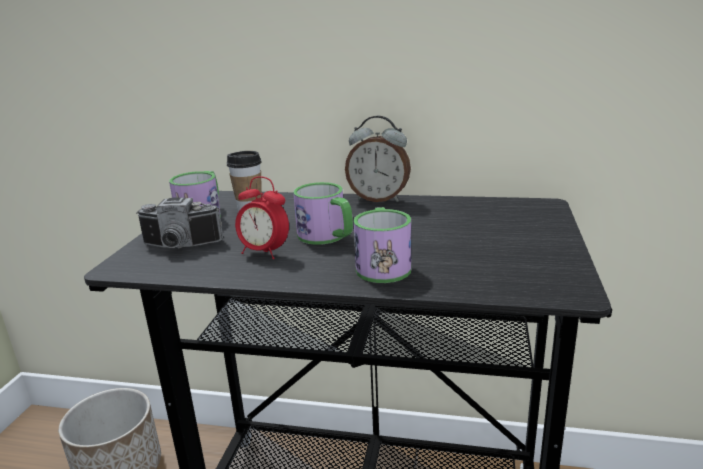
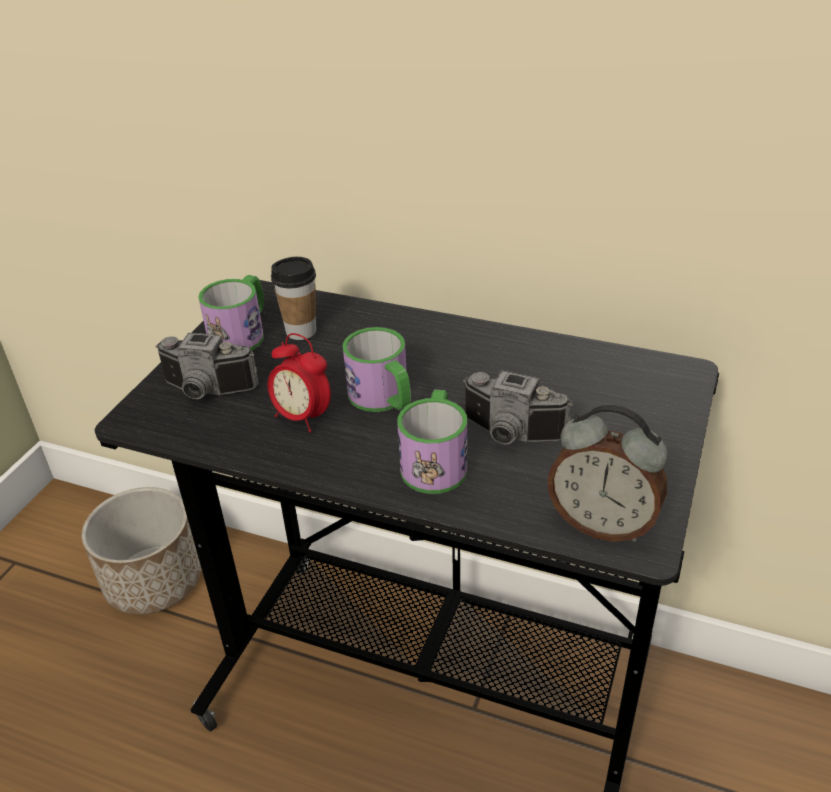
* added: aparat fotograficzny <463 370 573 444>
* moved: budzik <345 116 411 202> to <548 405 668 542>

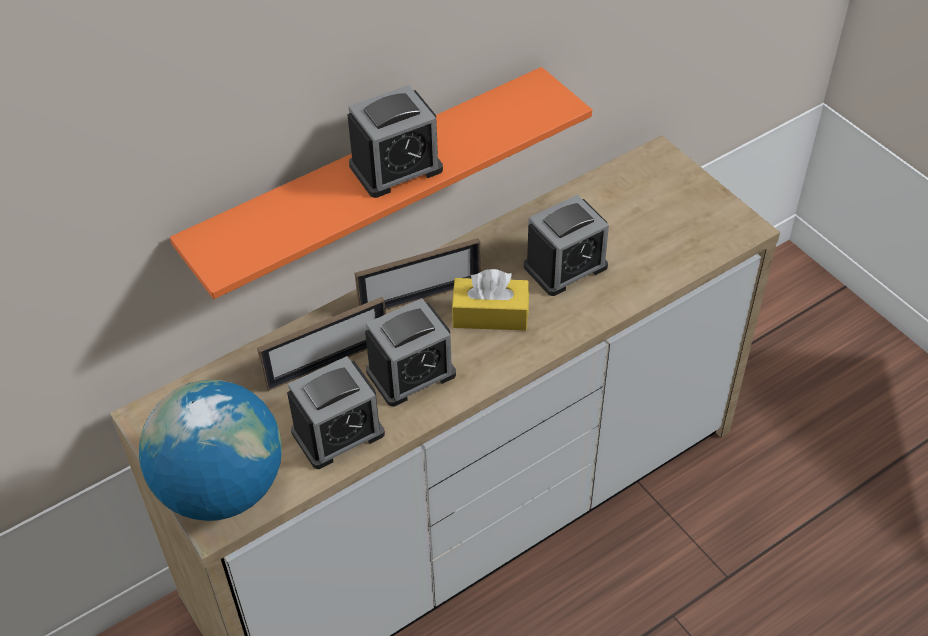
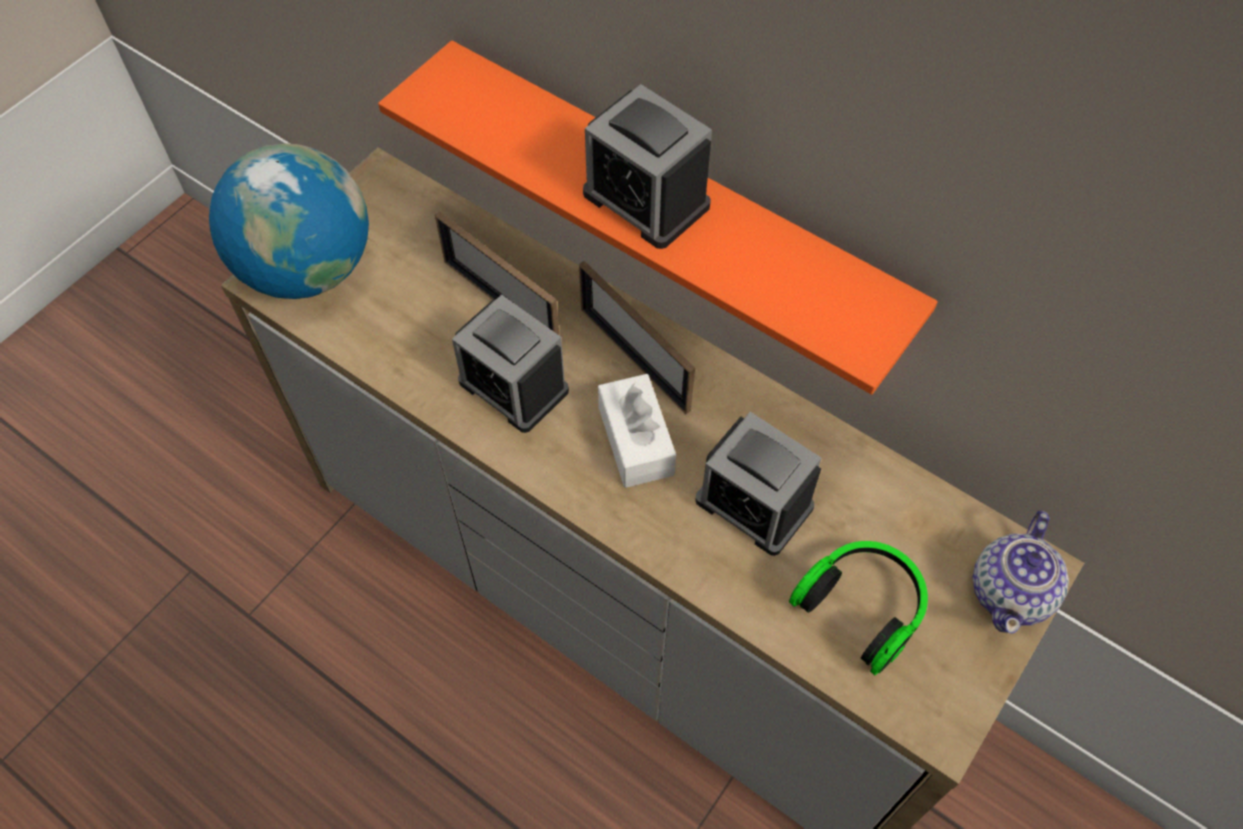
* removed: budzik <287 356 385 469>
* added: słuchawki <789 541 928 675>
* added: imbryk <972 511 1069 634>
* recoloured: pudełko chusteczek (żółty) <452 269 529 330> to pudełko chusteczek (biały) <598 374 676 488>

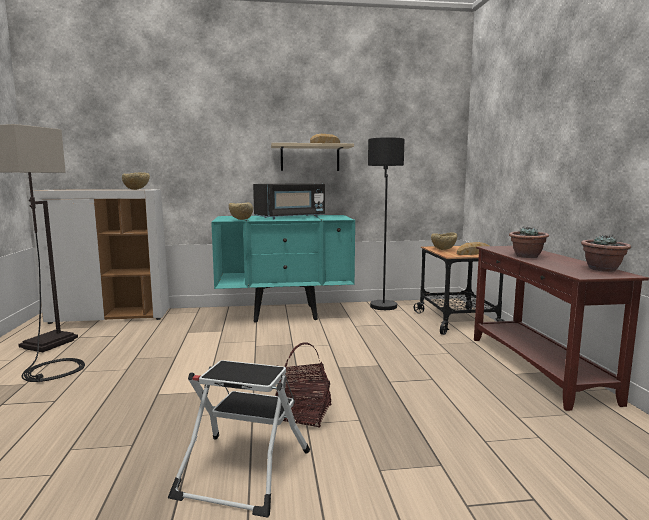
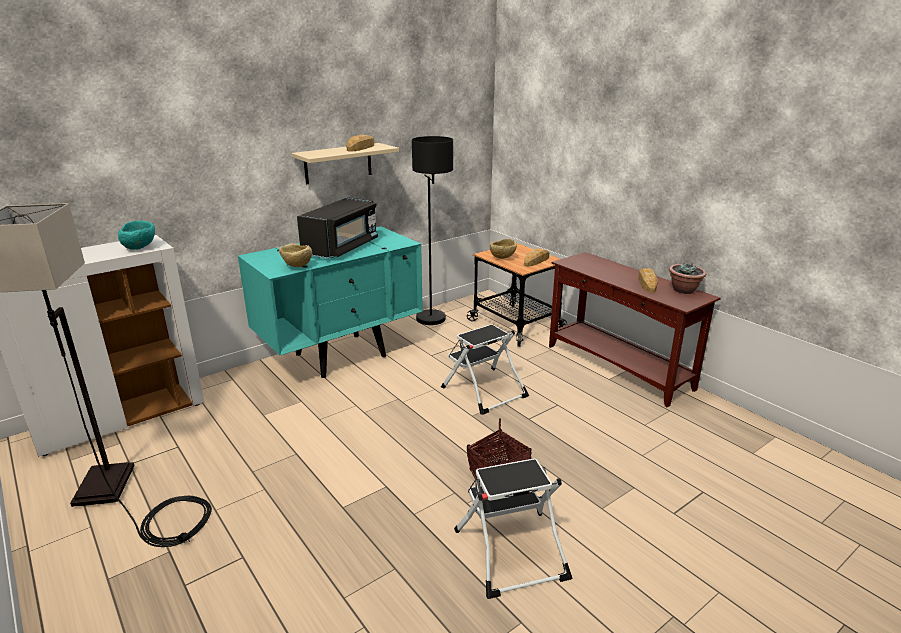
* removed: roślina doniczkowa <509 227 549 258>
* added: drabinka <441 324 529 415>
* added: chleb <638 268 658 293>
* recoloured: miska (beżowy) <122 172 150 190> to miska (turkusowy) <118 221 155 250>

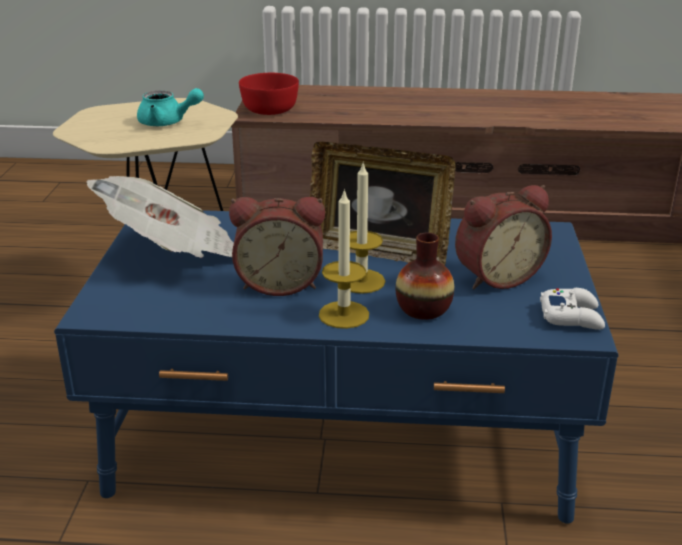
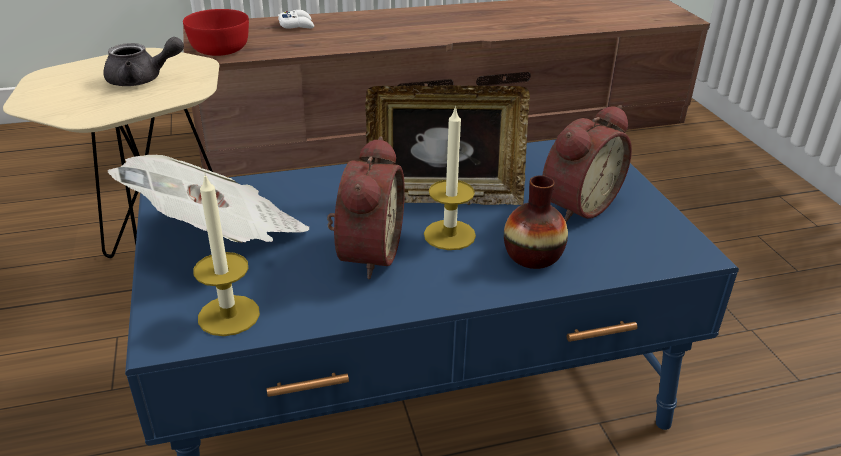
* moved: świeca <319 188 369 329> to <193 175 260 336>
* moved: pad do gier (biały) <540 288 605 330> to <278 10 314 28>
* recoloured: imbryk (turkusowy) <137 88 204 126> to imbryk (szary) <103 37 184 86>
* turned: budzik <229 197 325 296> = <327 136 405 279> 60 degrees counterclockwise

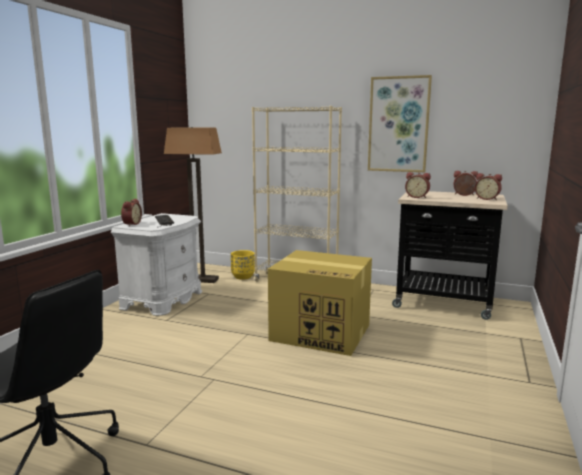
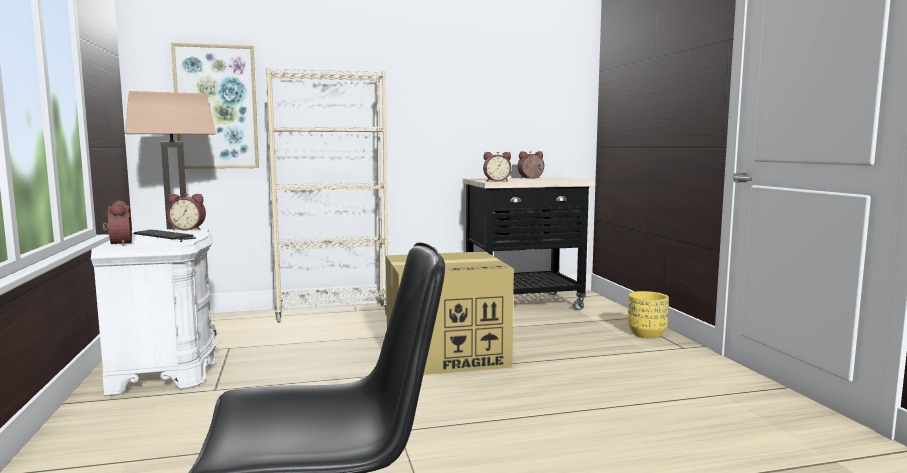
* moved: donica (żółty) <231 250 255 280> to <628 291 669 339>
* moved: obraz <368 75 432 172> to <171 43 259 169>
* moved: budzik <475 173 502 200> to <167 194 206 231>

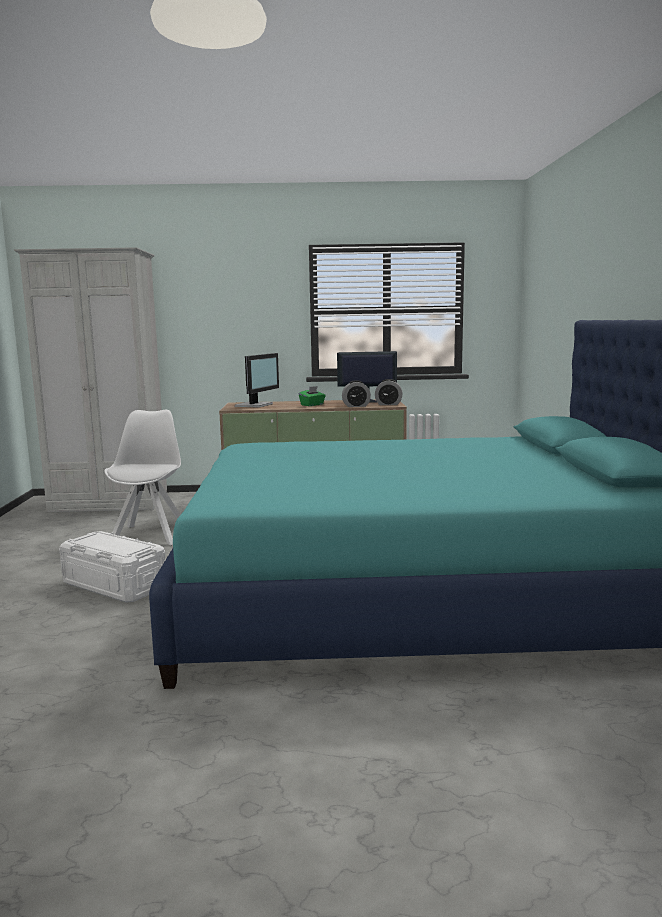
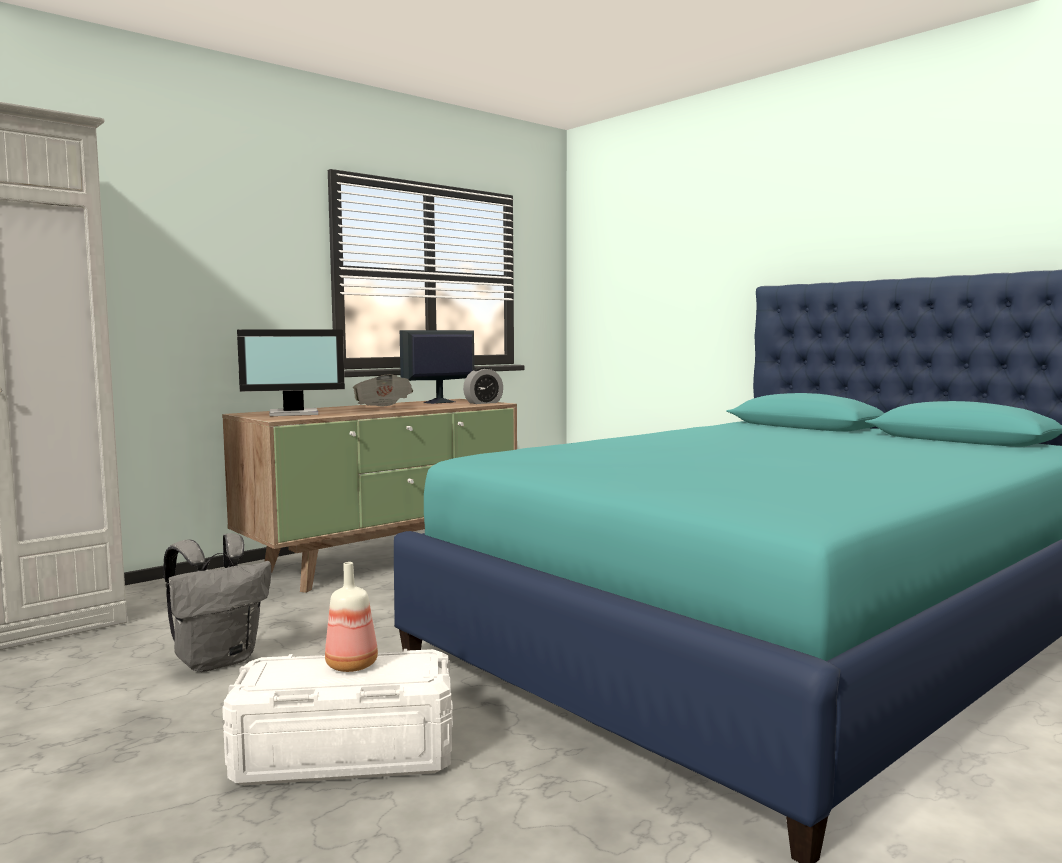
* removed: budzik <342 380 371 407>
* added: butelka <325 562 378 672>
* replaced: krzesło (biały) <104 410 181 545> to plecak (szary) <163 533 271 672>
* replaced: pudełko chusteczek (zielony) <299 386 326 406> to gazeta <353 374 413 406>
* turned: monitor <235 353 279 408> = <237 329 345 416> 90 degrees clockwise

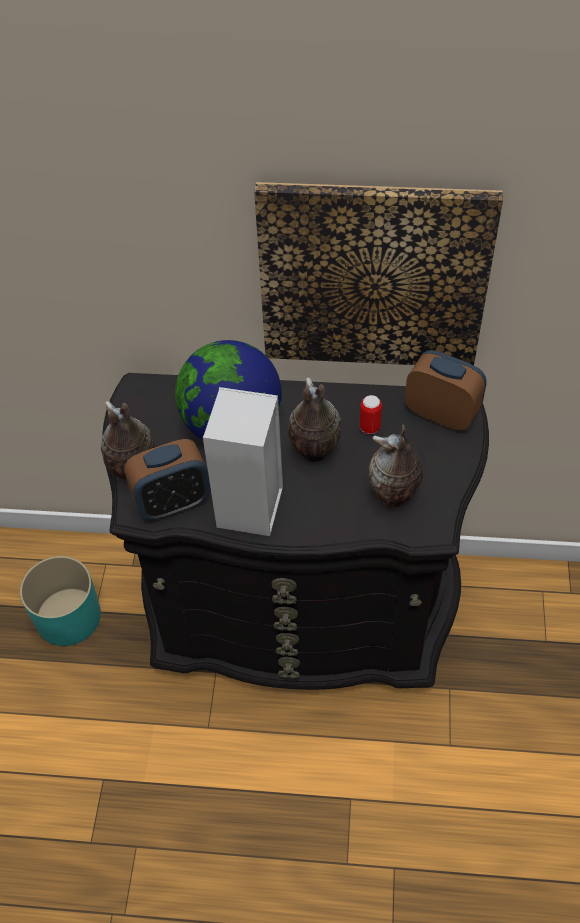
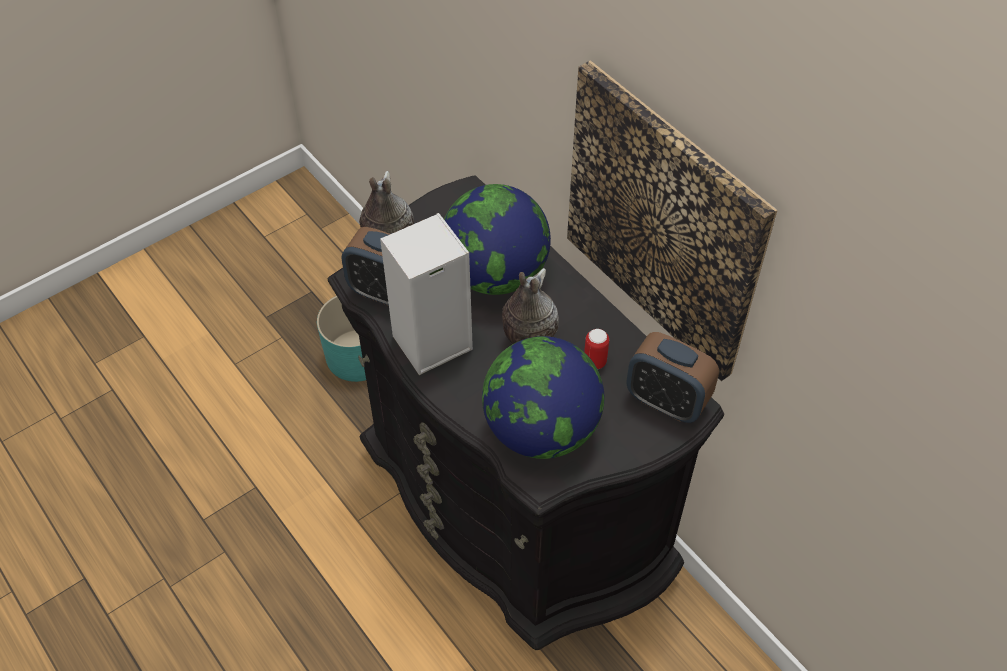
* replaced: wazon <369 425 423 508> to globus <482 336 604 459>
* turned: budzik <405 350 487 430> = <627 332 719 423> 135 degrees clockwise

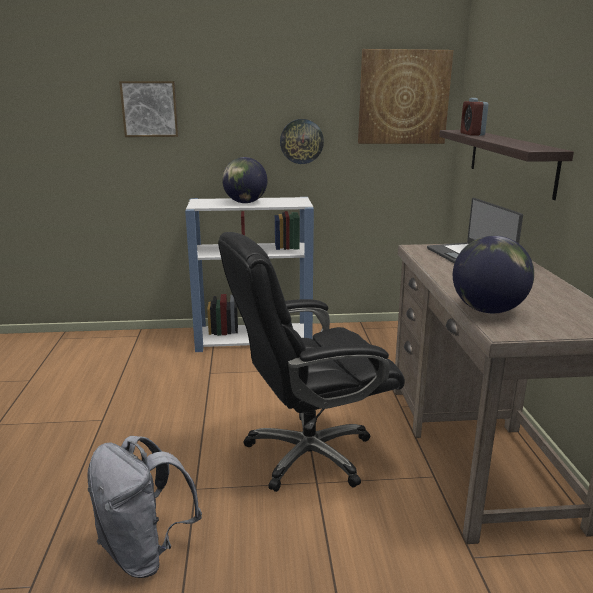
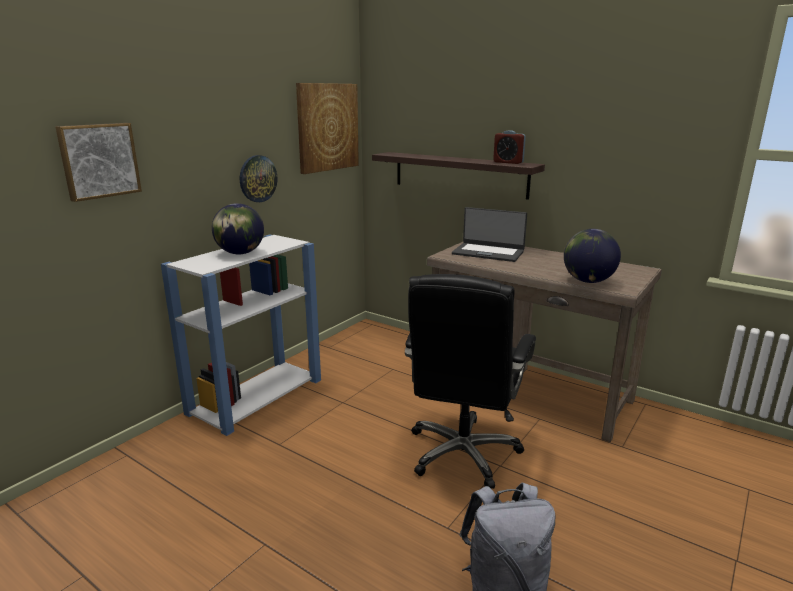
* moved: budzik <460 98 488 136> to <493 130 526 164>

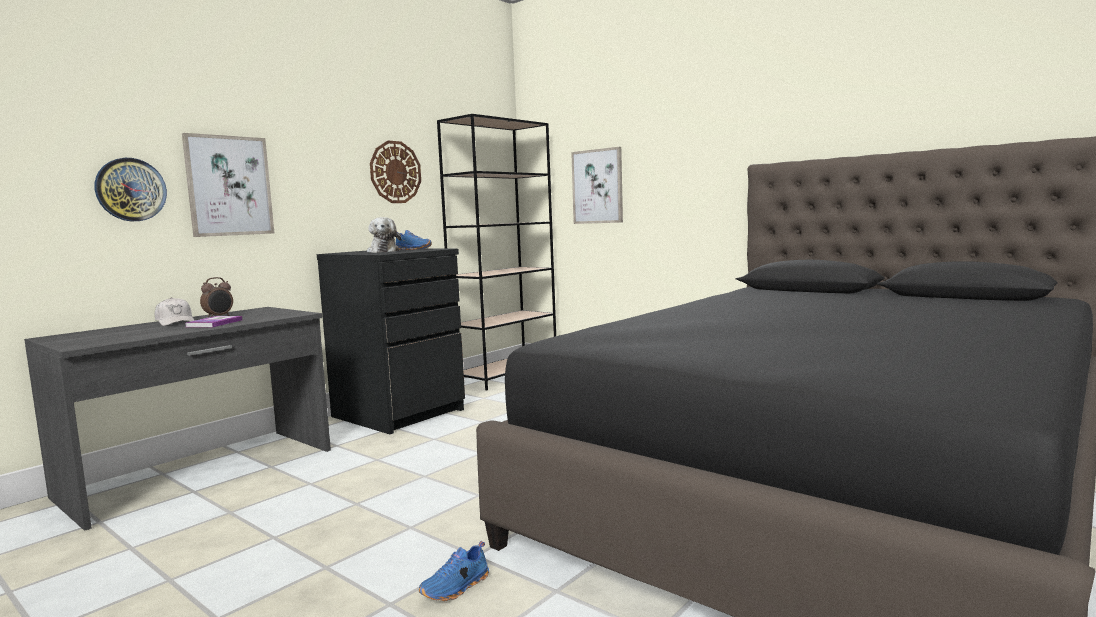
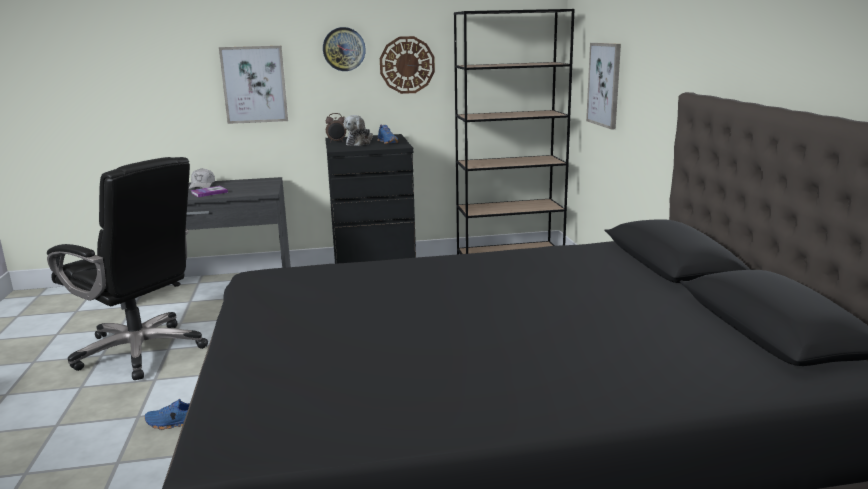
* added: krzesło biurowe (czarny) <47 157 208 380>
* moved: zegar ścienny <94 158 167 221> to <323 27 366 71>
* moved: budzik <200 277 233 317> to <326 113 346 143>

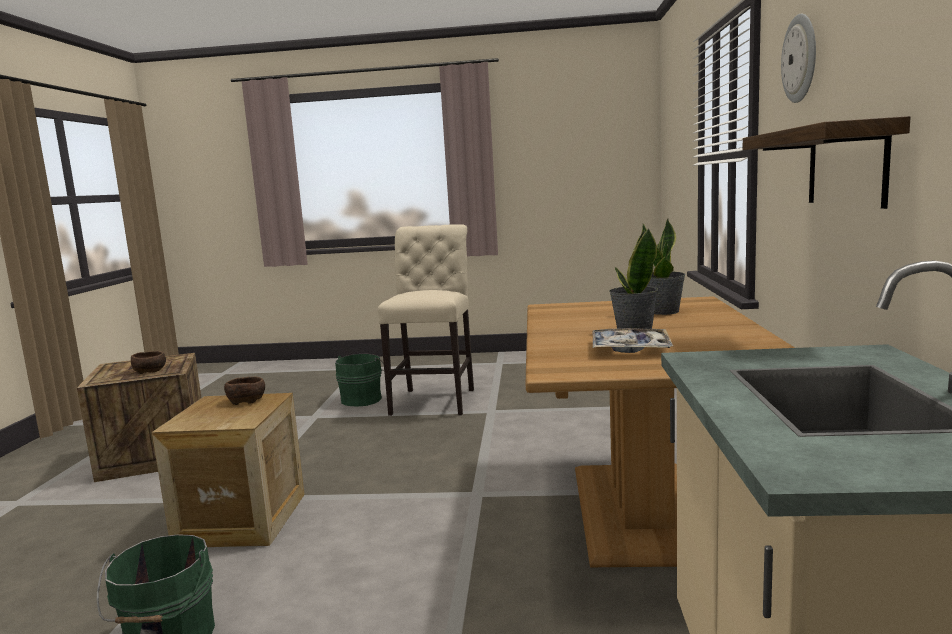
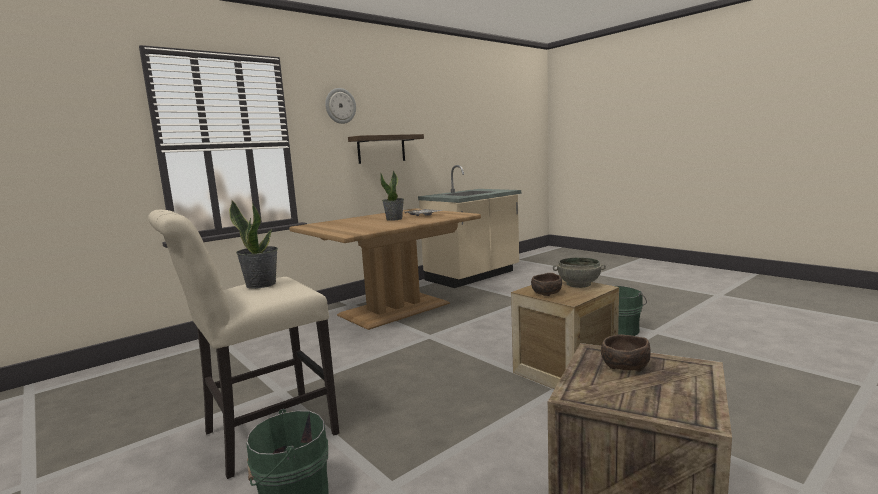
* added: miska (szary) <553 257 606 288>
* moved: roślina doniczkowa <642 219 686 315> to <229 200 278 289>

